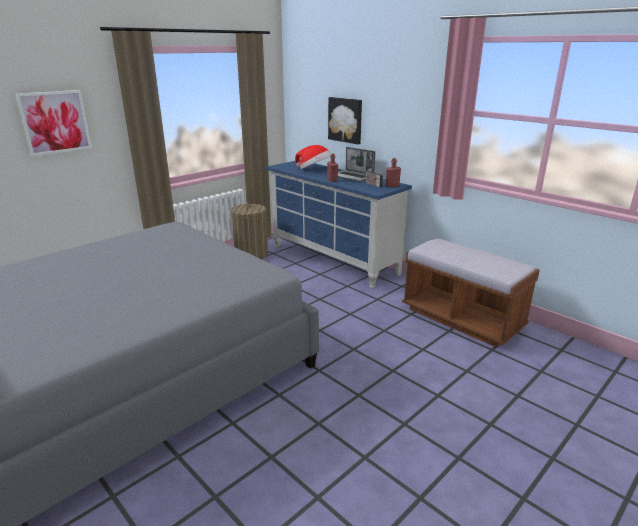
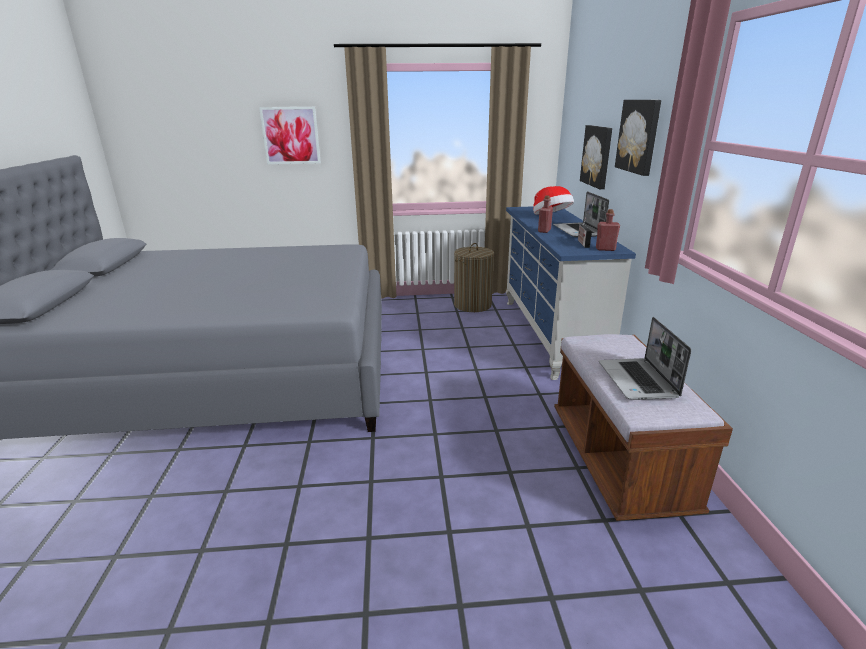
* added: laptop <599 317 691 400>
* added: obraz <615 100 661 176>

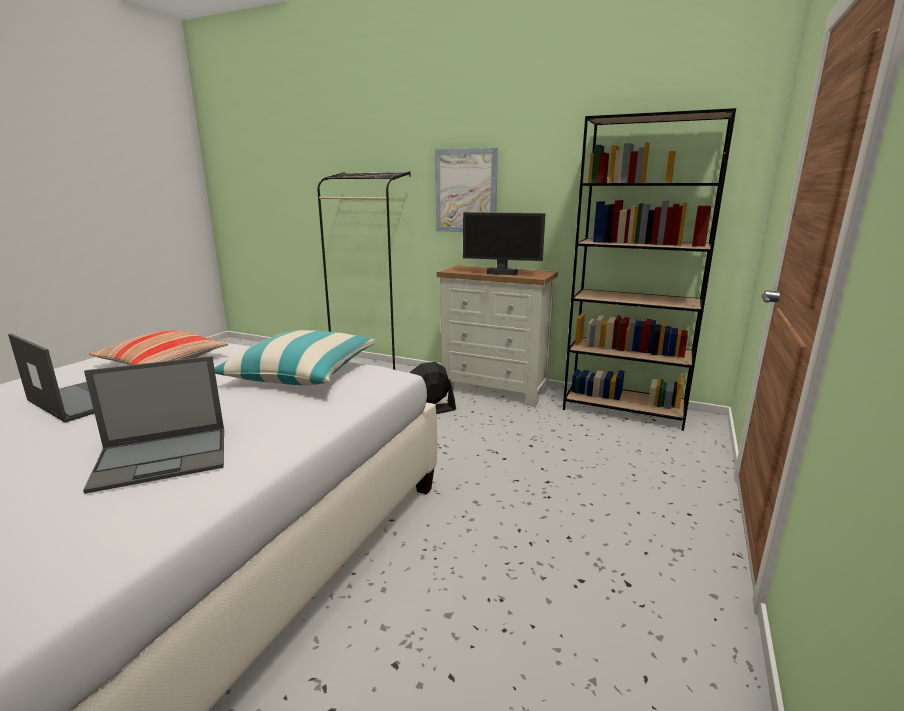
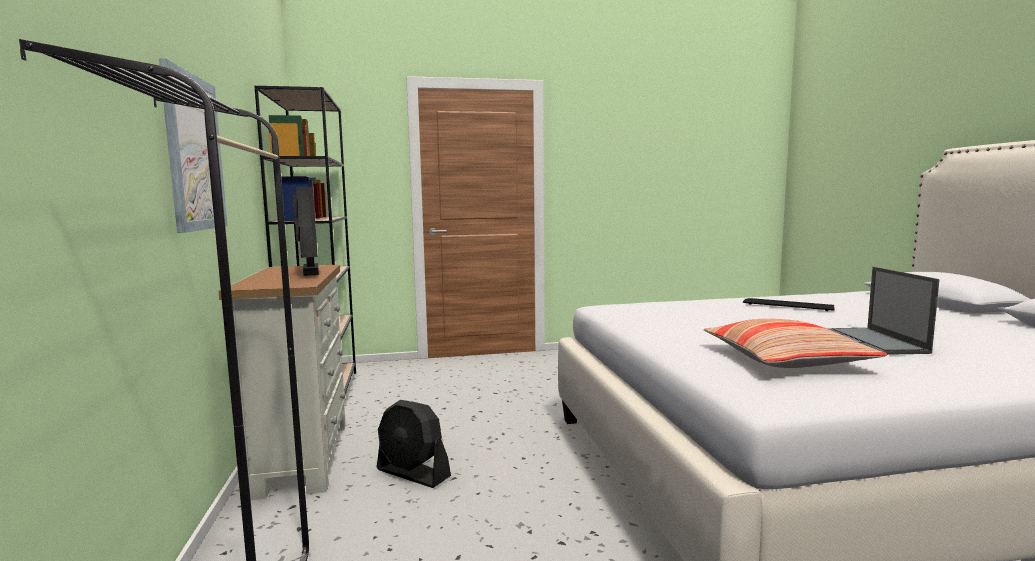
* removed: poduszka <214 330 375 385>
* replaced: laptop <83 356 224 494> to klawiatura <743 298 835 311>

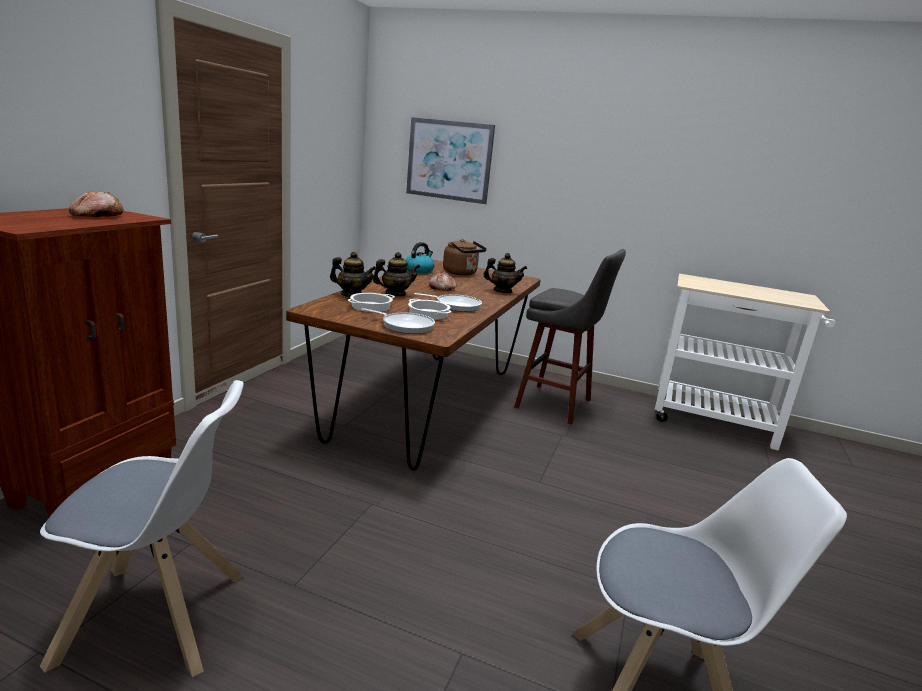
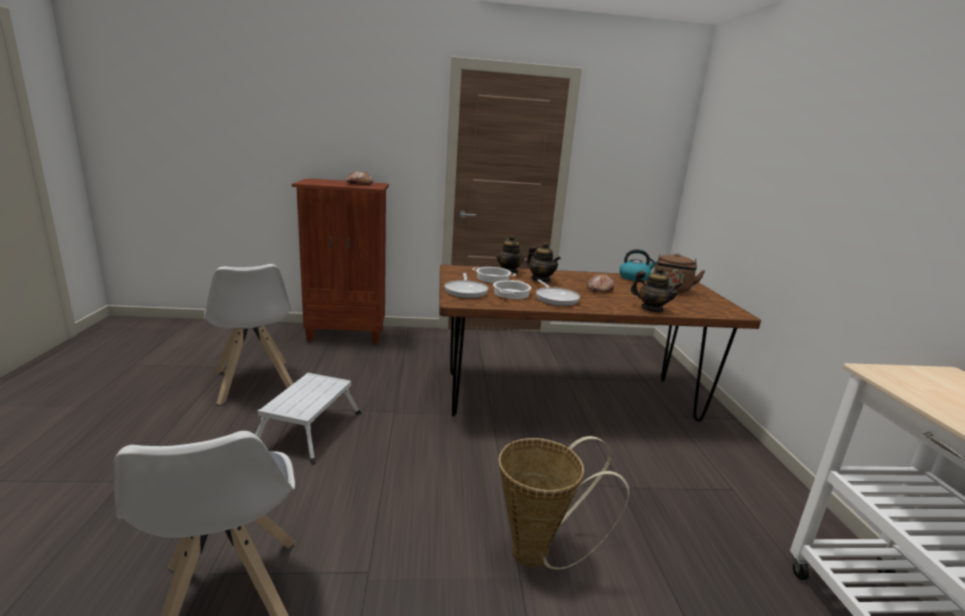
* removed: obraz <406 117 495 204>
* removed: stołek (szary) <514 249 626 424>
* added: drabinka (biały) <255 373 362 465>
* added: koszyk <499 436 630 570>
* turned: imbryk <483 253 527 293> = <631 267 683 312> 45 degrees counterclockwise

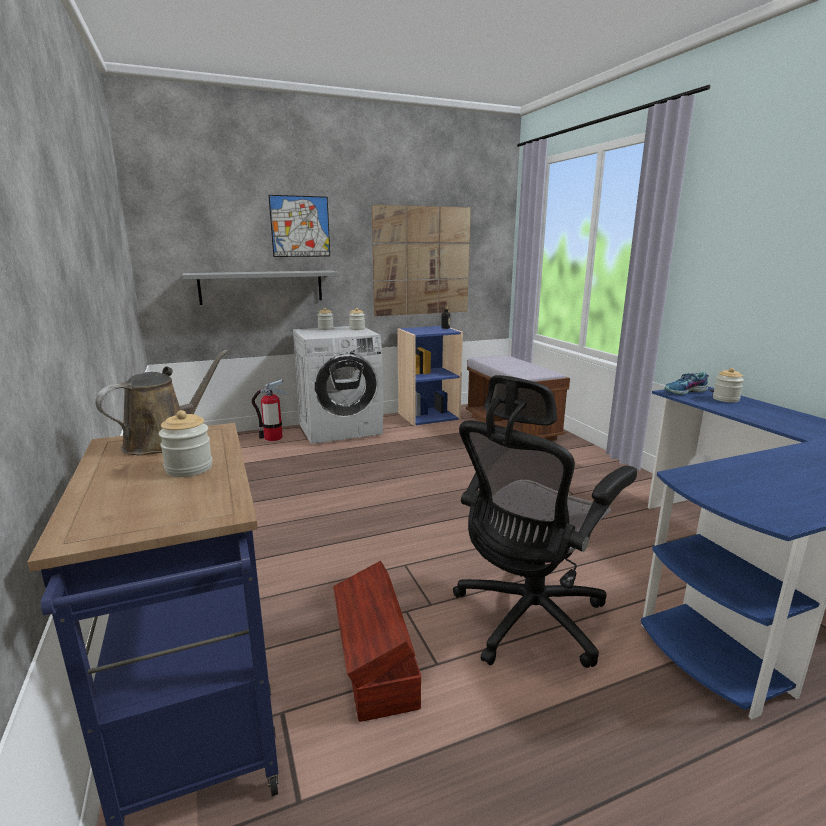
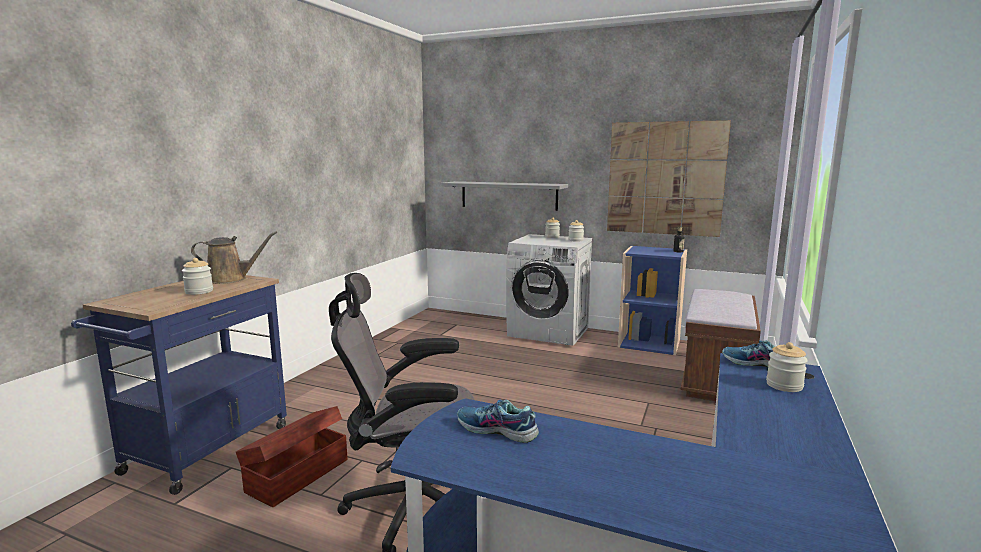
* removed: gaśnica <252 379 286 441>
* removed: obraz <268 195 330 257>
* added: but <457 400 539 443>

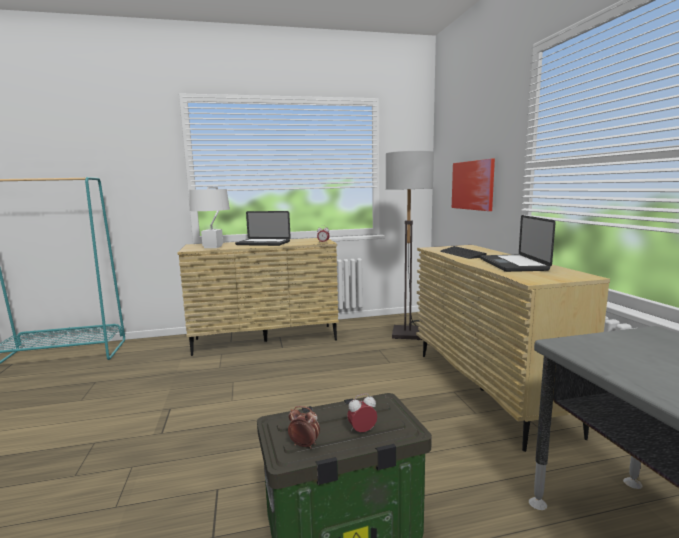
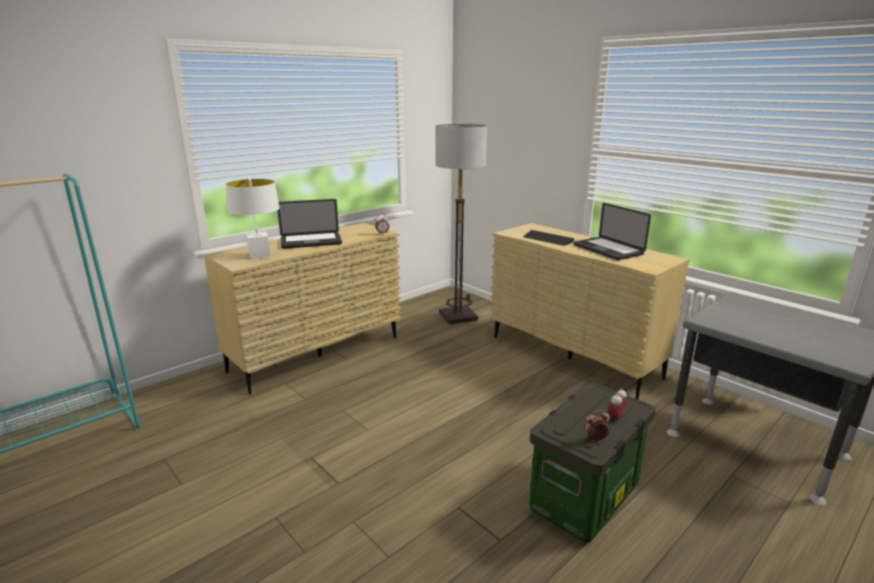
* removed: obraz <452 159 495 211>

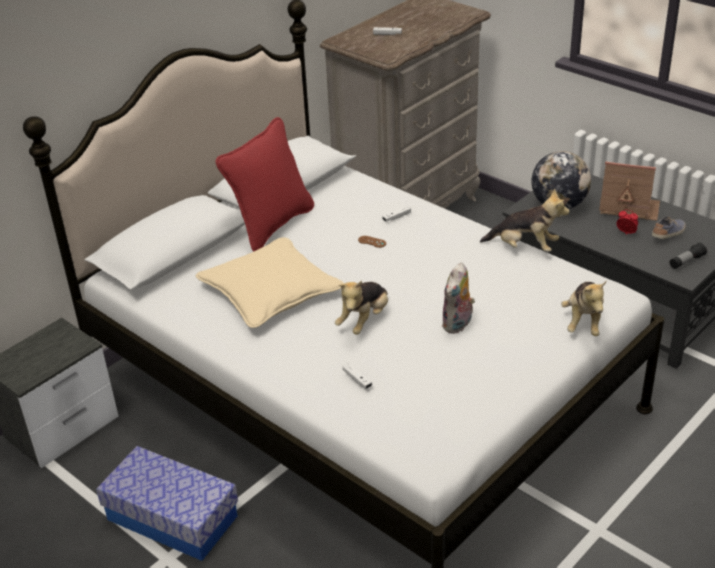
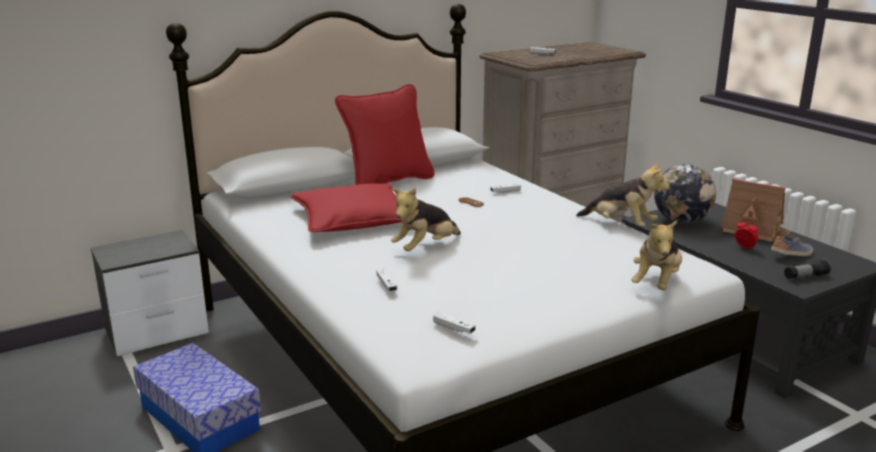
* removed: pluszak <442 263 475 334>
* added: pad do gier (biały) <433 312 476 334>
* recoloured: poduszka (beżowy) <196 237 344 328> to poduszka (czerwony) <290 183 402 232>

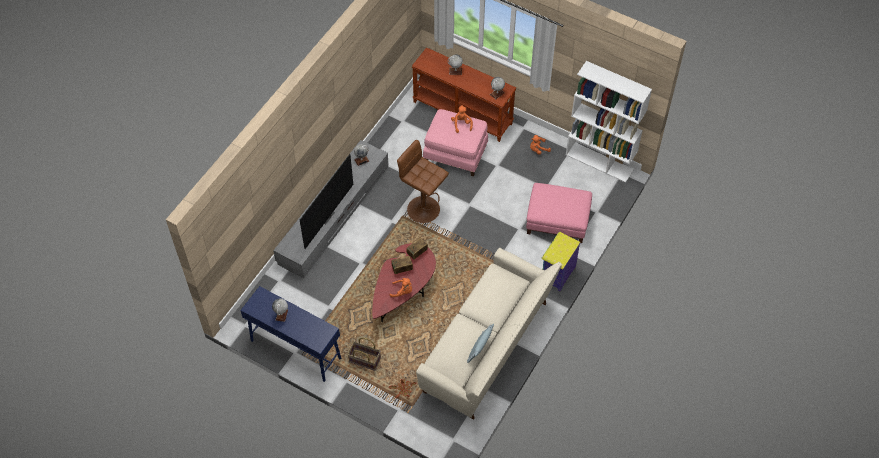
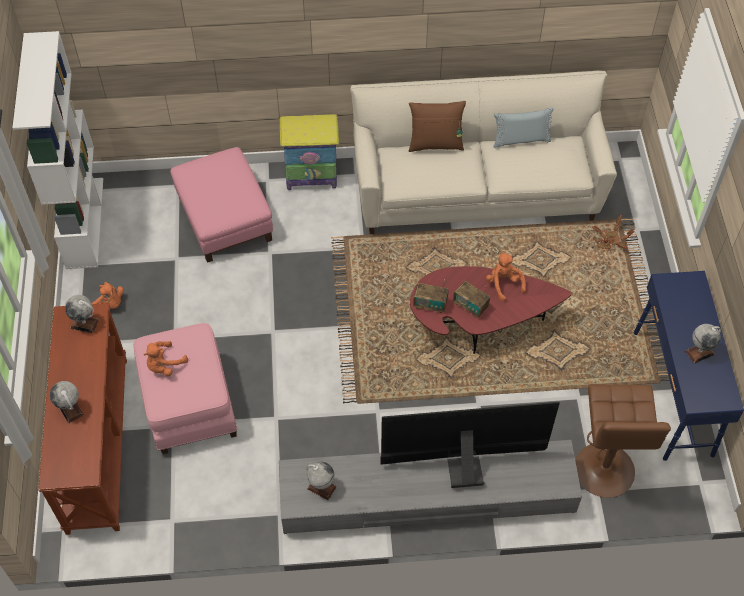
* removed: koszyk <347 338 381 371>
* added: poduszka (brązowy) <409 101 466 152>
* moved: stołek (brązowy) <397 140 449 223> to <575 384 671 498>

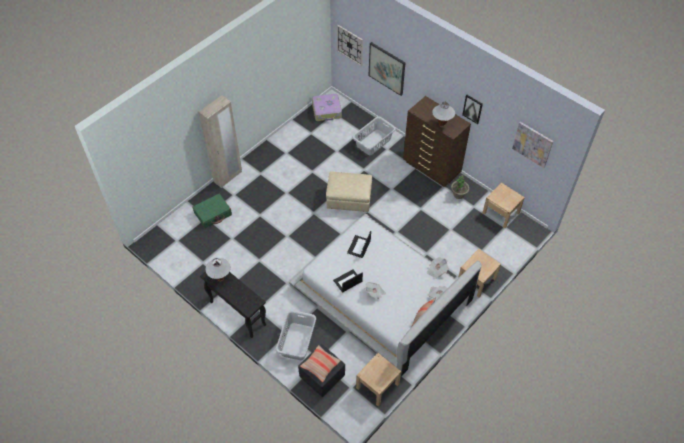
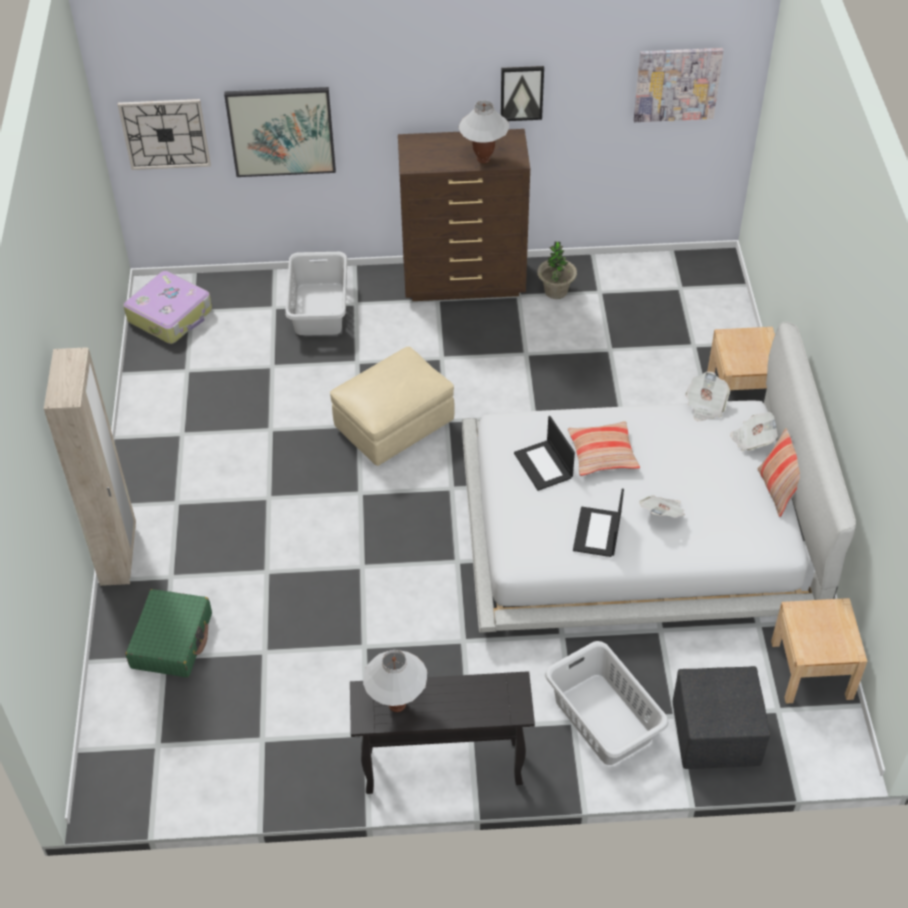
* removed: szafka nocna (beżowy) <483 183 525 228>
* moved: poduszka <300 345 341 382> to <568 421 640 476>

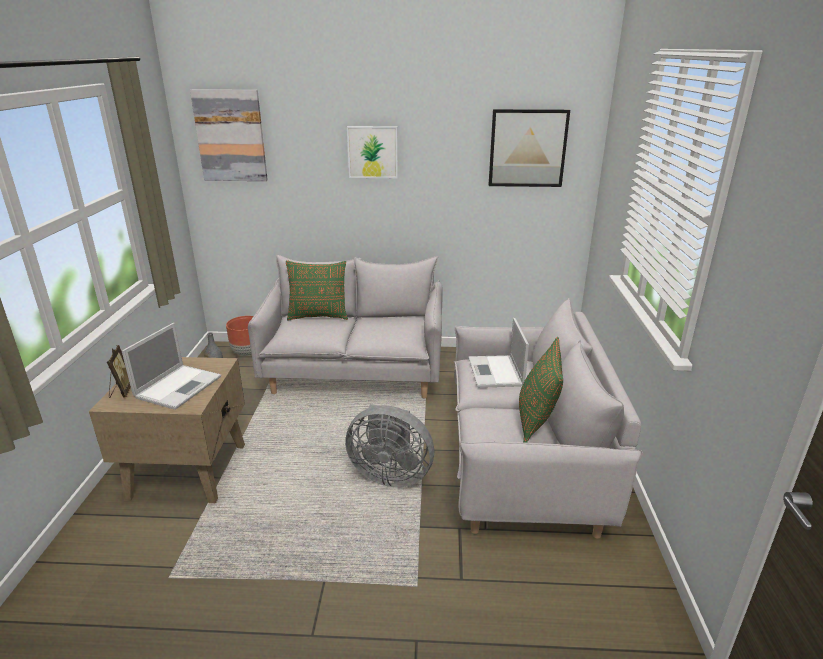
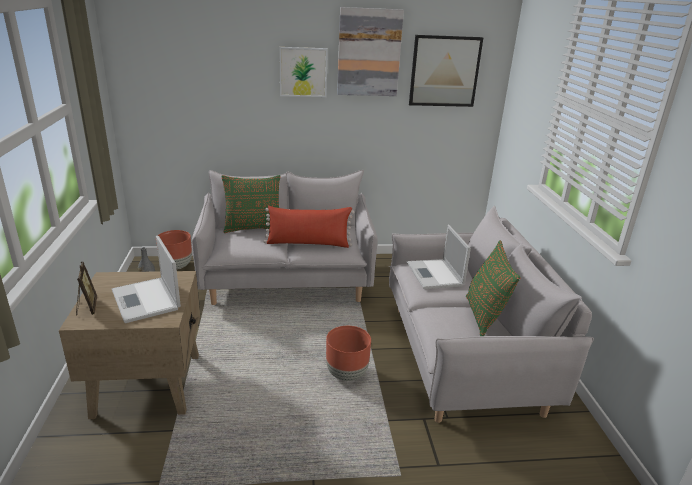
* added: poduszka (czerwony) <263 206 354 248>
* moved: obraz <190 89 268 181> to <337 7 404 96>
* replaced: wentylator (szary) <345 404 434 487> to donica (brązowy) <326 326 371 381>
* turned: laptop <122 323 221 410> = <112 236 181 323> 135 degrees clockwise

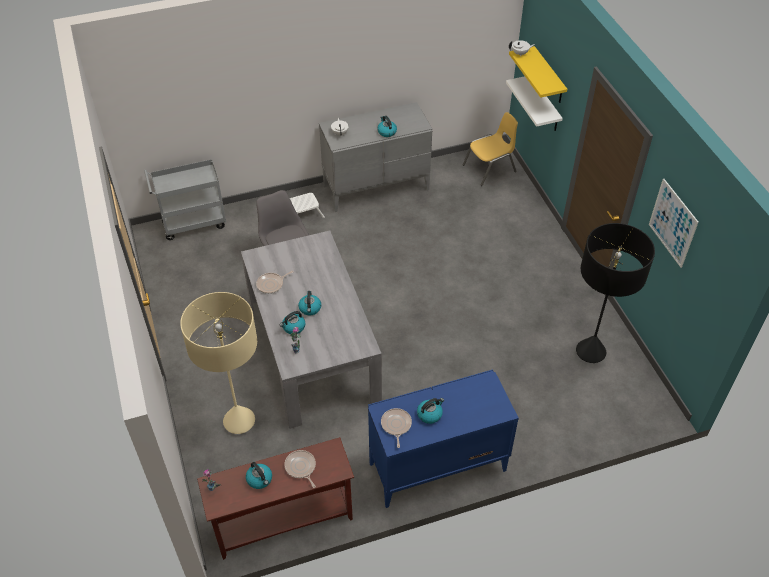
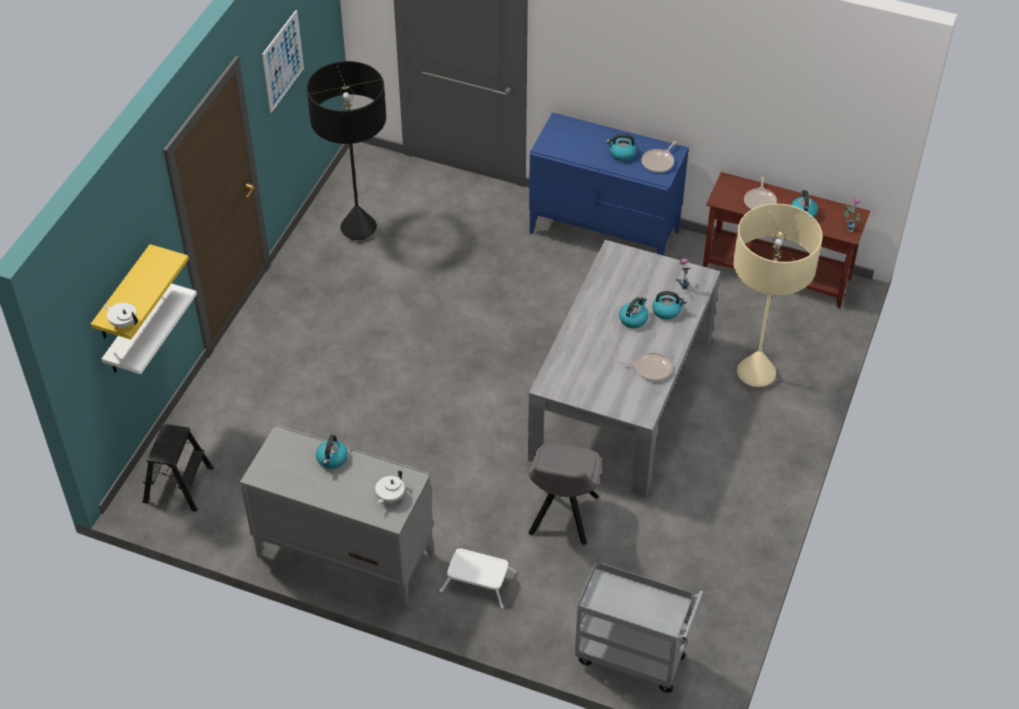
* replaced: krzesło (żółty) <462 112 518 186> to drabinka (czarny) <143 423 214 512>

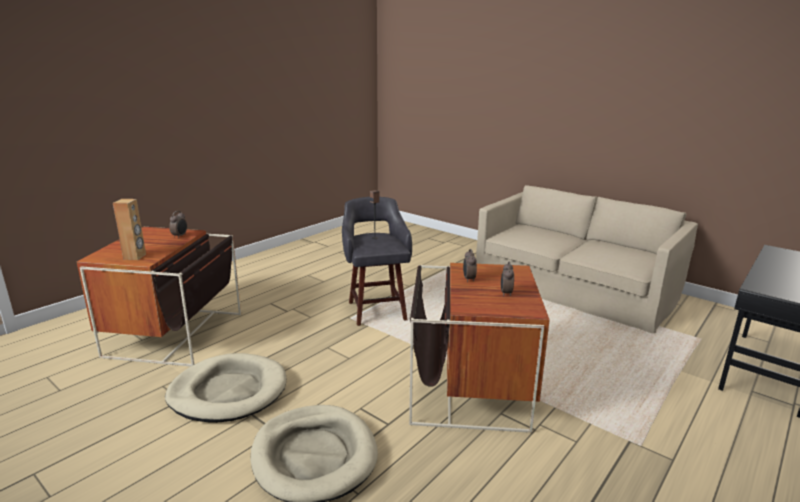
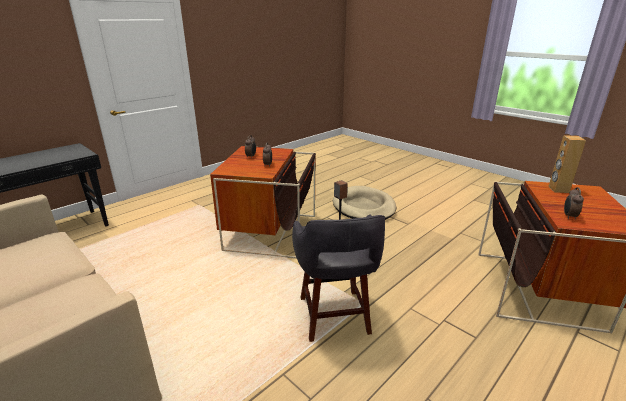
* removed: legowisko (beżowy) <165 353 286 423>

